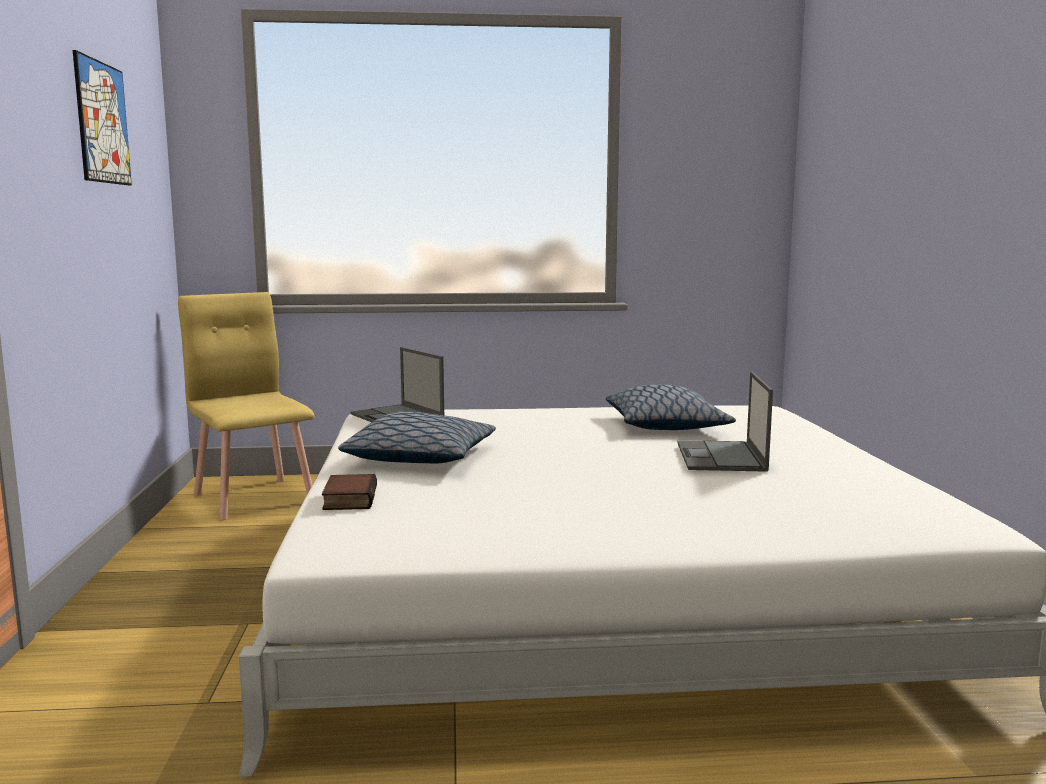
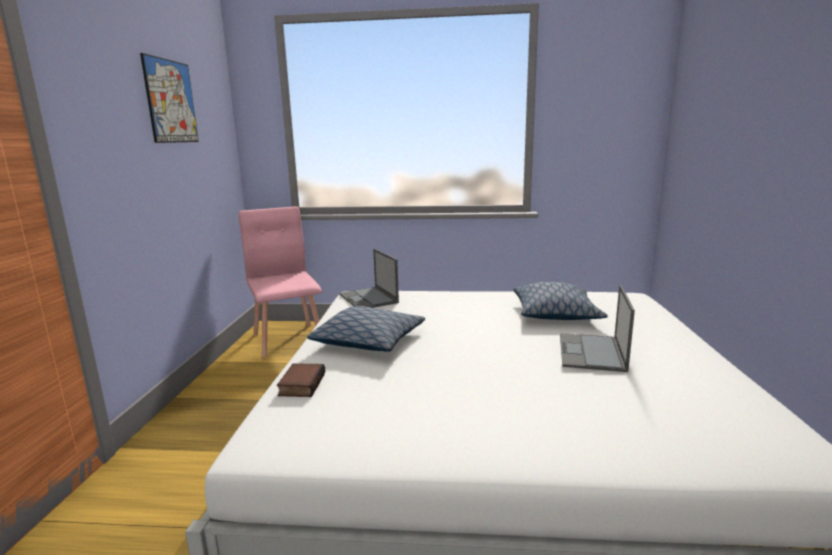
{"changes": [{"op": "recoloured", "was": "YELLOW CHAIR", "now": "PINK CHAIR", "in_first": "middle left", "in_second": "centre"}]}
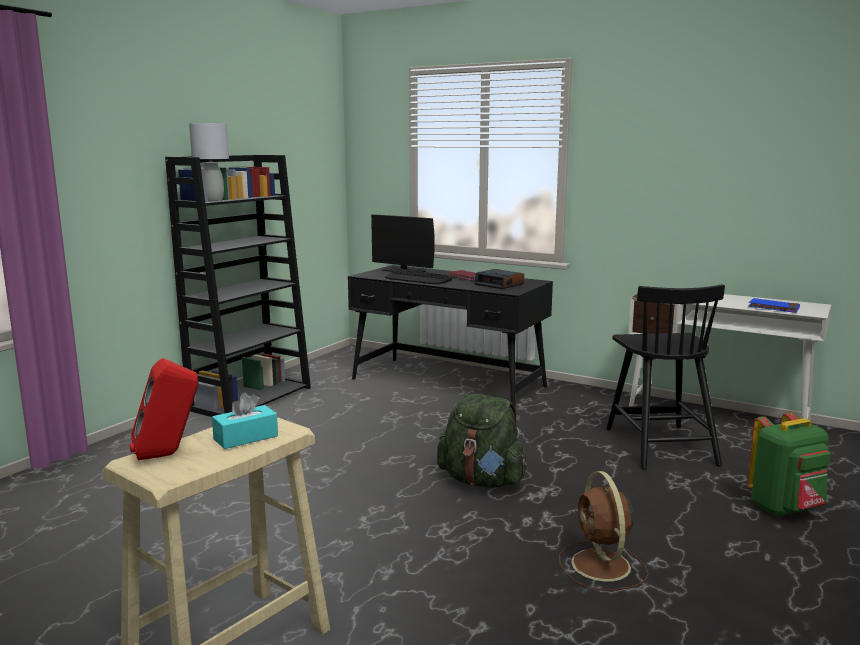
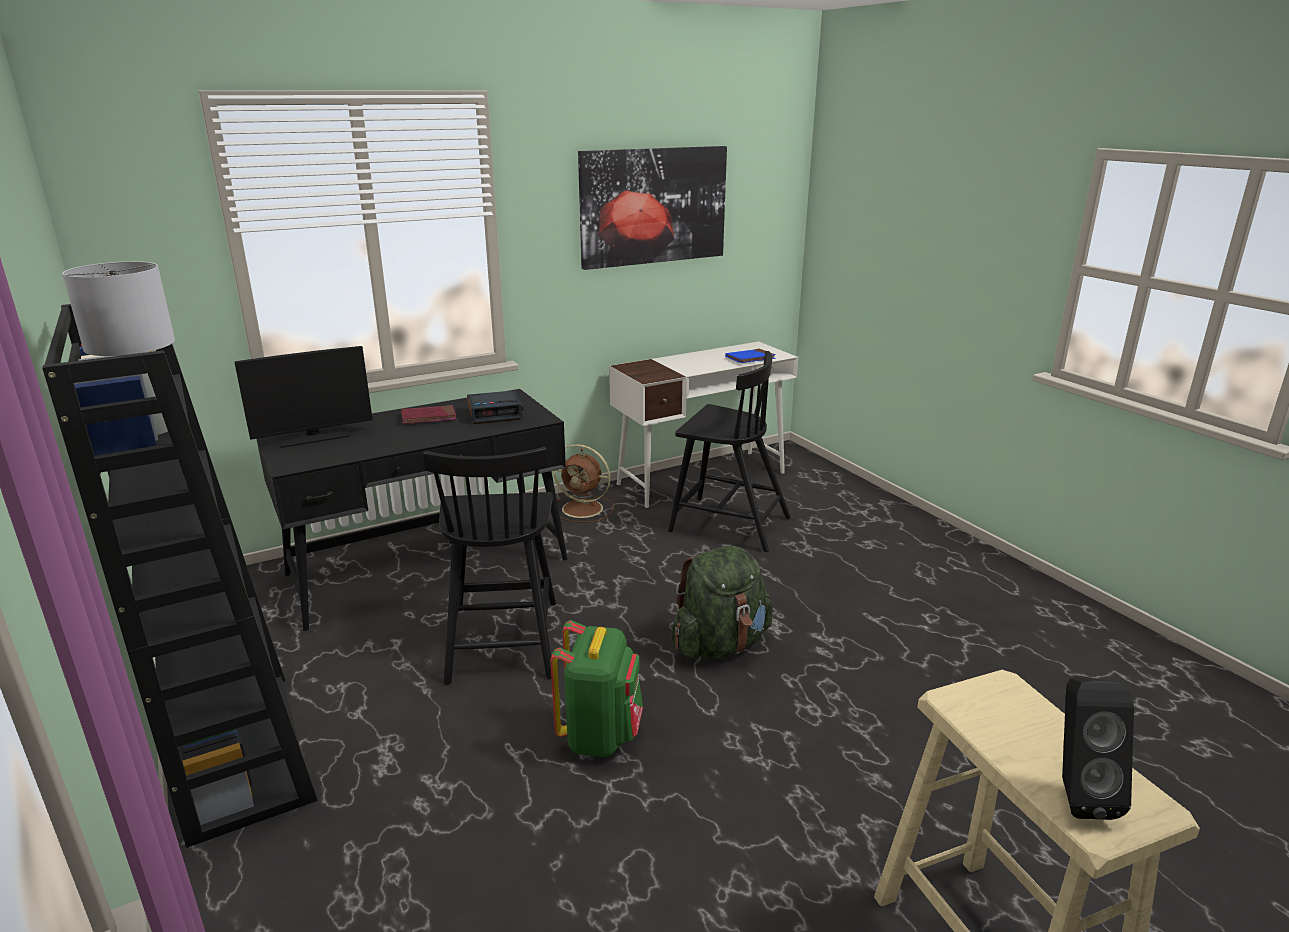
{"changes": [{"op": "removed", "was": "TURQUOISE TISSUE BOX", "in_first": "middle left"}, {"op": "removed", "was": "KEYBOARD", "in_first": "centre"}, {"op": "added", "now": "BLACK CHAIR (1st from left)", "in_second": "centre"}, {"op": "added", "now": "PICTURE", "in_second": "top centre"}, {"op": "moved", "was": "BROWN FAN", "in_first": "bottom right", "in_second": "centre"}, {"op": "moved", "was": "GREEN BACKPACK (2nd from left in the first image)", "now": "GREEN BACKPACK (1st from left)", "in_first": "bottom right", "in_second": "bottom centre"}, {"op": "recoloured", "was": "RED SPEAKER", "now": "BLACK SPEAKER", "in_first": "middle left", "in_second": "bottom right"}]}
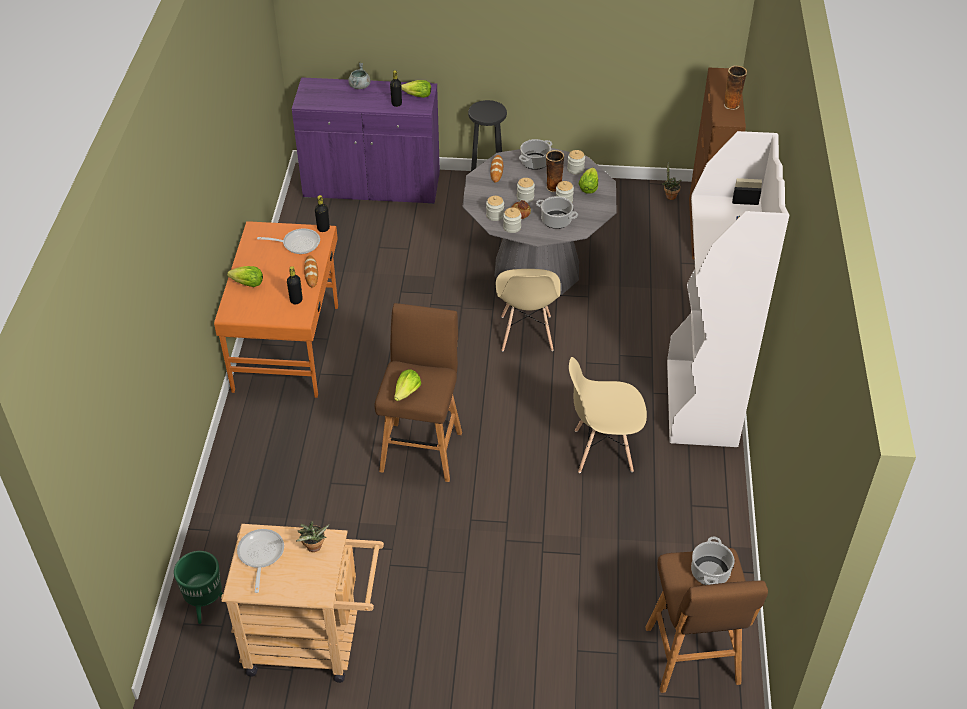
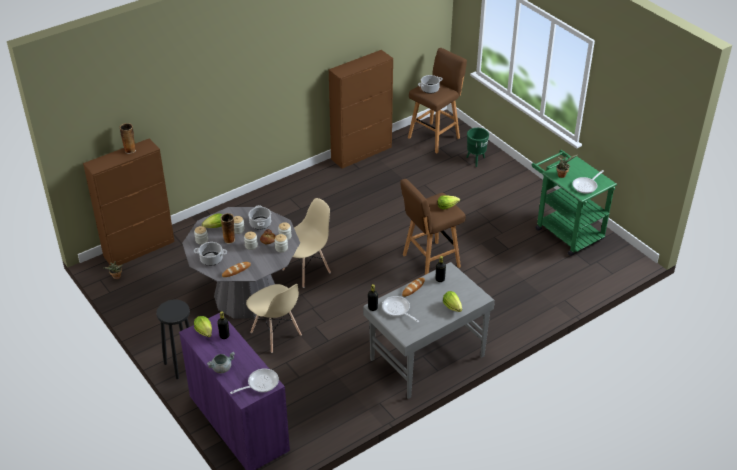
{"changes": [{"op": "removed", "was": "WHITE BOOKCASE", "in_first": "middle right"}, {"op": "added", "now": "FRYING PAN (1st from left)", "in_second": "bottom centre"}, {"op": "added", "now": "BROWN CABINET (2nd from left)", "in_second": "top centre"}, {"op": "moved", "was": "GREEN PLANTER", "in_first": "bottom left", "in_second": "top centre"}, {"op": "moved", "was": "BEIGE CHAIR (2nd from left in the first image)", "now": "BEIGE CHAIR (1st from left)", "in_first": "centre", "in_second": "bottom centre"}, {"op": "recoloured", "was": "ORANGE DESK", "now": "GREY DESK", "in_first": "middle left", "in_second": "bottom centre"}, {"op": "recoloured", "was": "BEIGE CART", "now": "GREEN CART", "in_first": "bottom left", "in_second": "middle right"}]}
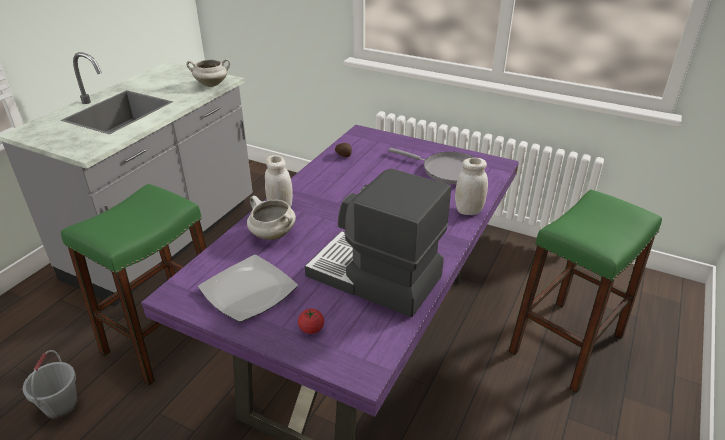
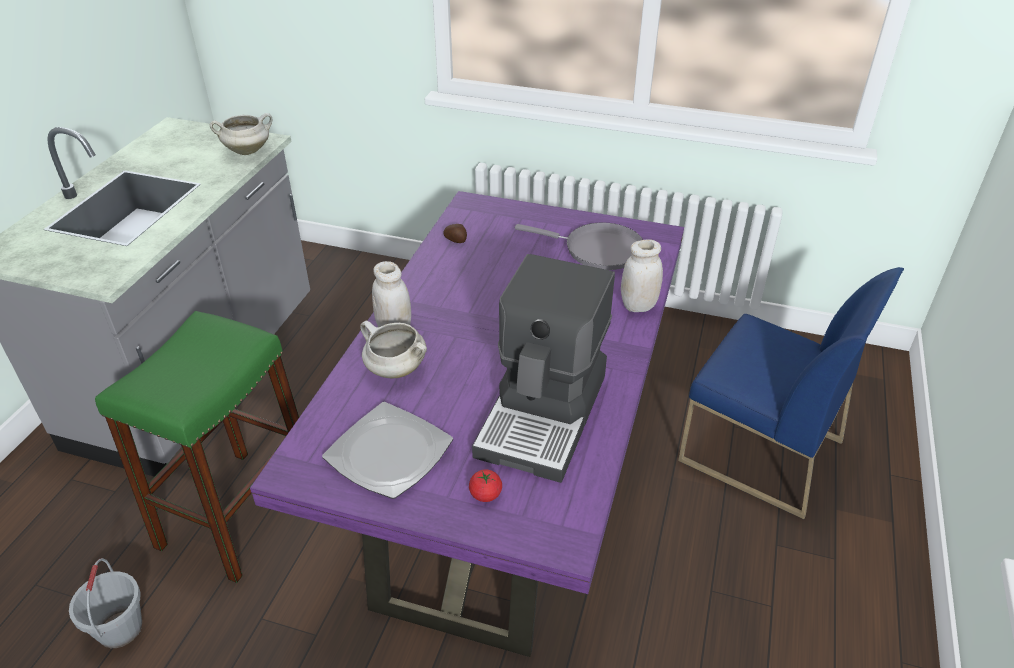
{"changes": [{"op": "replaced", "was": "GREEN STOOL (2nd from left)", "now": "BLUE CHAIR", "in_first": "middle right", "in_second": "middle right"}, {"op": "turned", "was": "COFFEE MACHINE", "in_first": "centre", "in_second": "centre", "clockwise": -90}]}
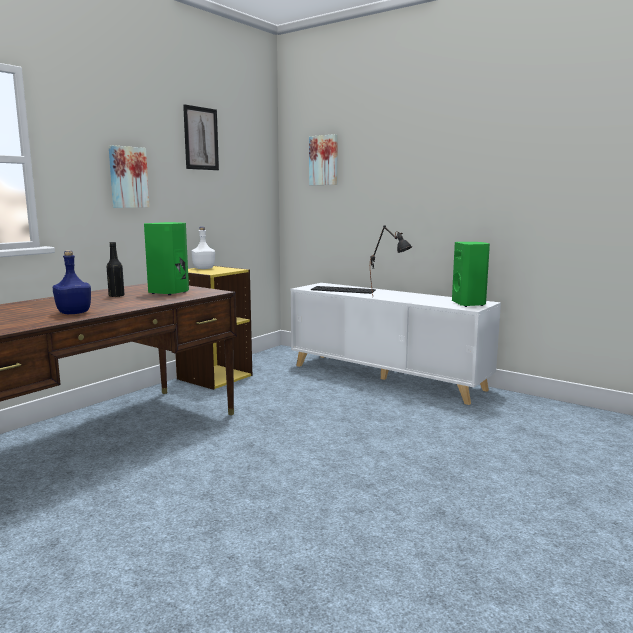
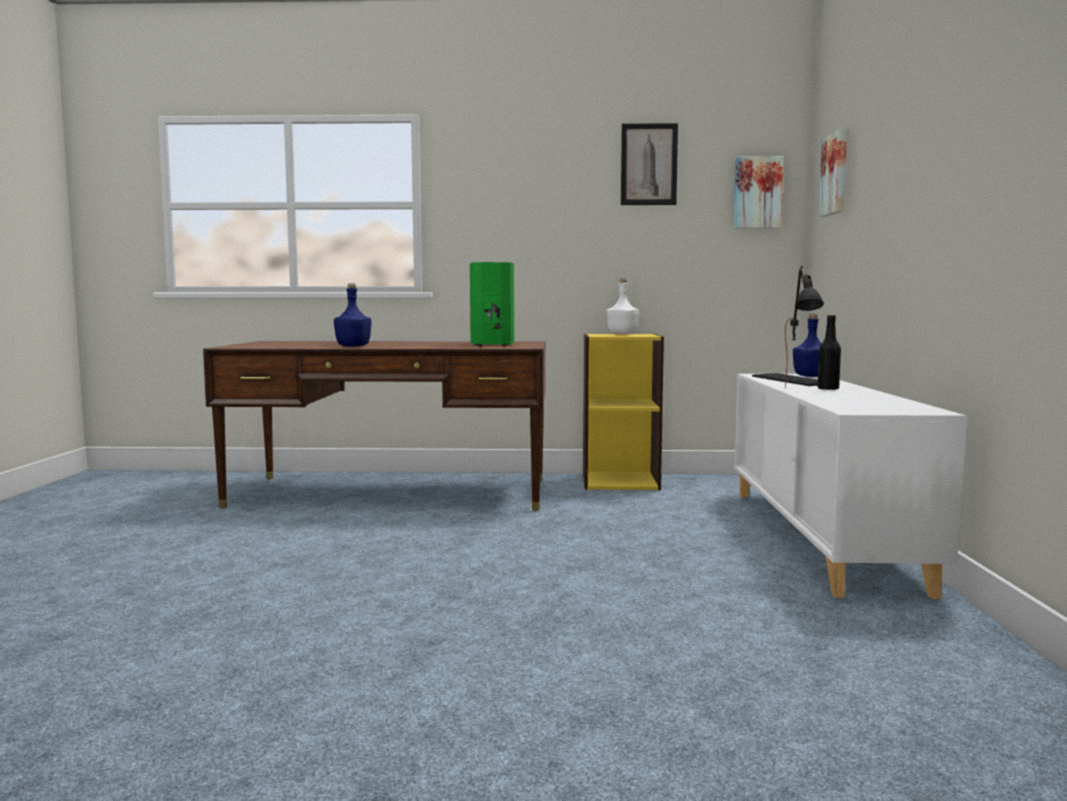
{"changes": [{"op": "removed", "was": "GREEN SPEAKER (2nd from left)", "in_first": "middle right"}, {"op": "added", "now": "BLUE BOTTLE (2nd from left)", "in_second": "middle right"}, {"op": "moved", "was": "BLACK BOTTLE", "in_first": "middle left", "in_second": "middle right"}, {"op": "moved", "was": "PICTURE (1st from left in the first image)", "now": "PICTURE (2nd from left)", "in_first": "top left", "in_second": "top right"}]}
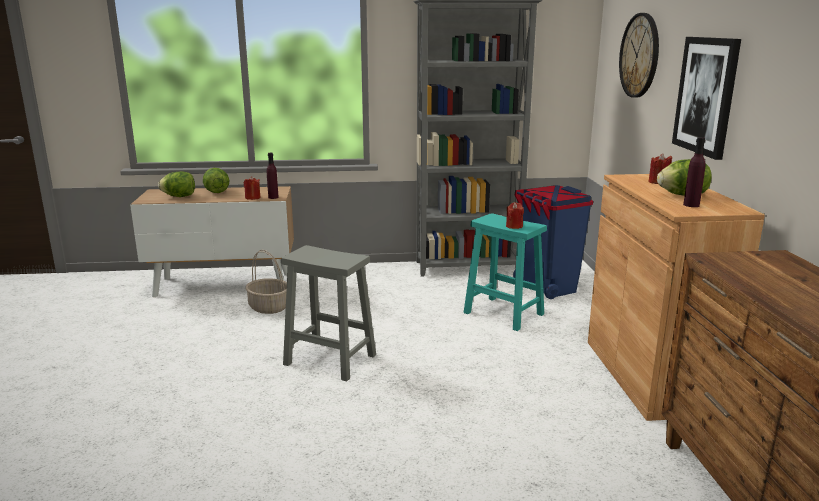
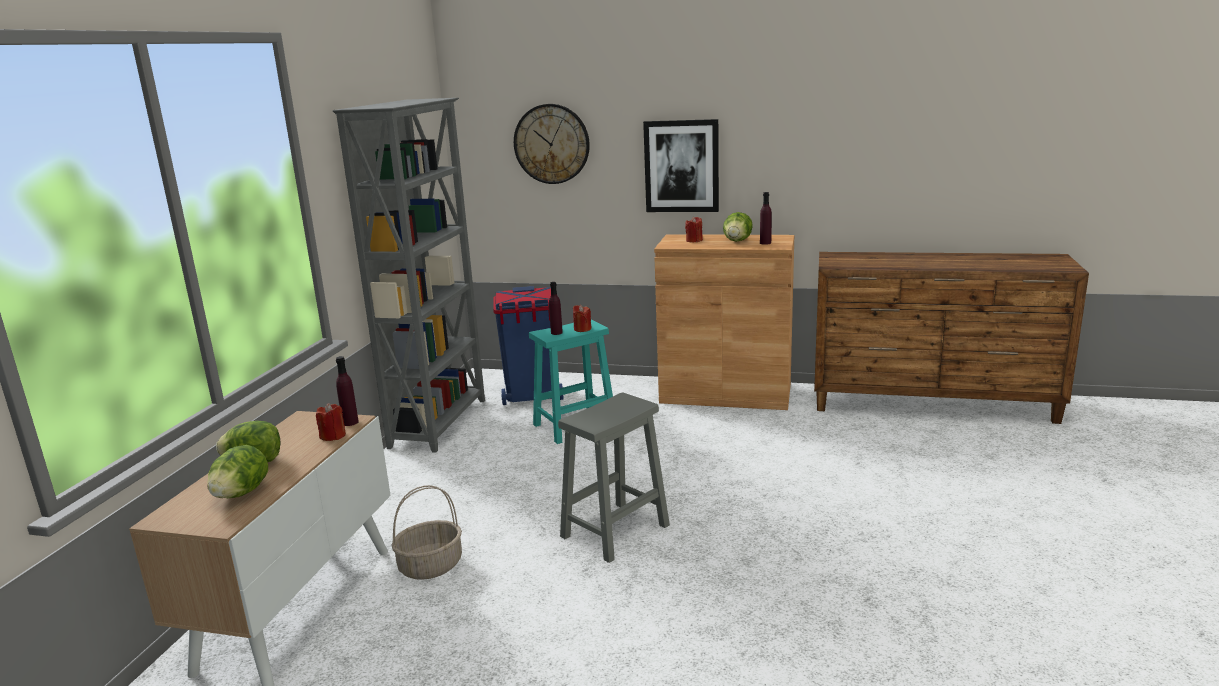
{"changes": [{"op": "added", "now": "PURPLE BOTTLE (2nd from left)", "in_second": "centre"}]}
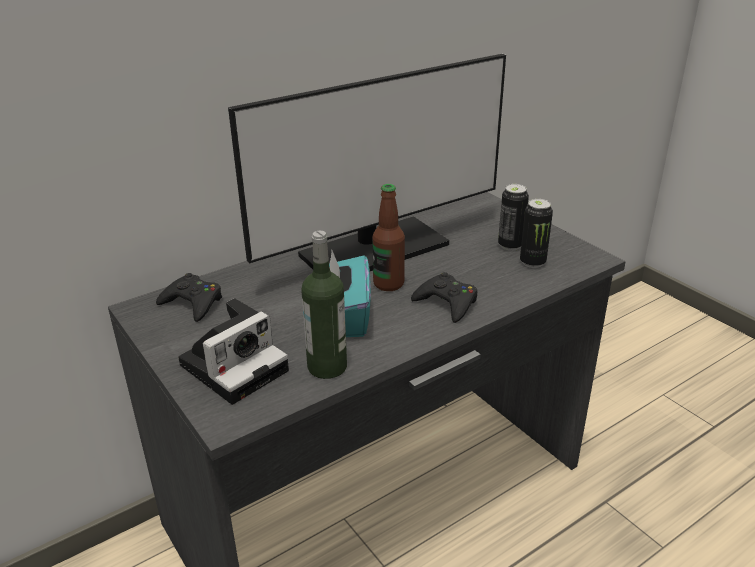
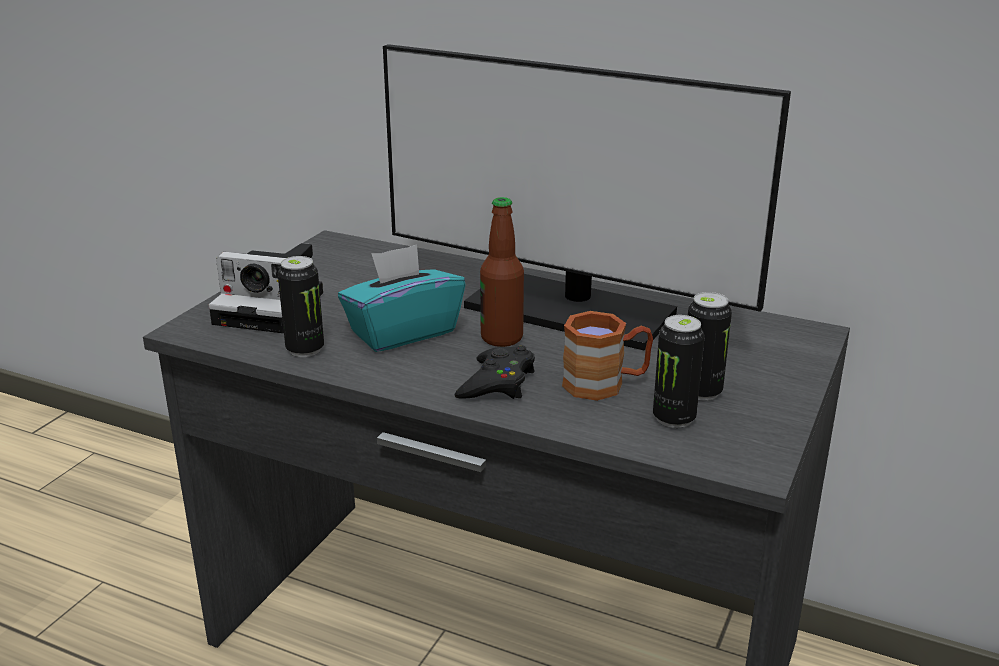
{"changes": [{"op": "removed", "was": "BLACK GAME CONTROLLER (1st from left)", "in_first": "middle left"}, {"op": "added", "now": "BROWN MUG", "in_second": "centre"}, {"op": "replaced", "was": "BOTTLE (1st from left)", "now": "CAN (1st from left)", "in_first": "centre", "in_second": "middle left"}]}
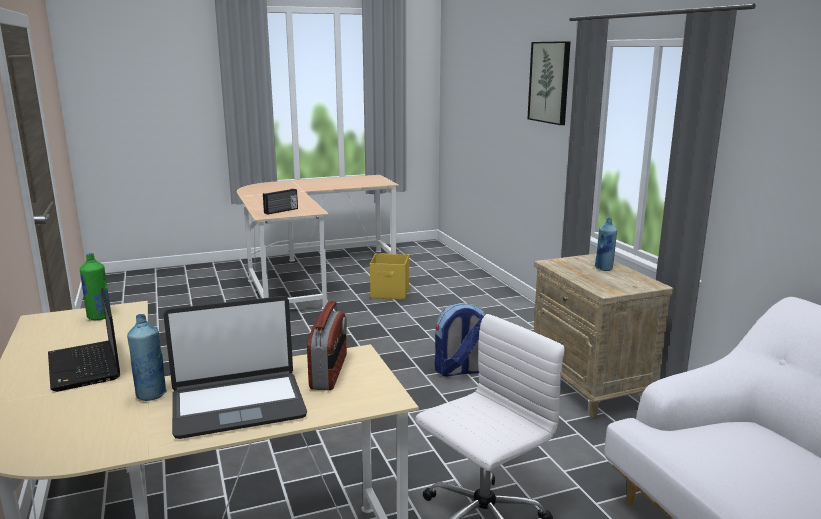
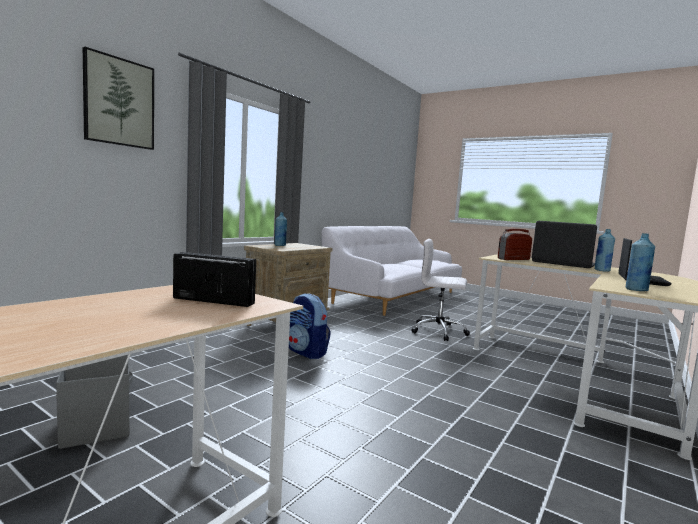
{"changes": [{"op": "recoloured", "was": "GREEN BOTTLE", "now": "BLUE BOTTLE (3rd from left)", "in_first": "middle left", "in_second": "middle right"}, {"op": "recoloured", "was": "YELLOW STORAGE BOX", "now": "GREY STORAGE BOX", "in_first": "centre", "in_second": "bottom left"}]}
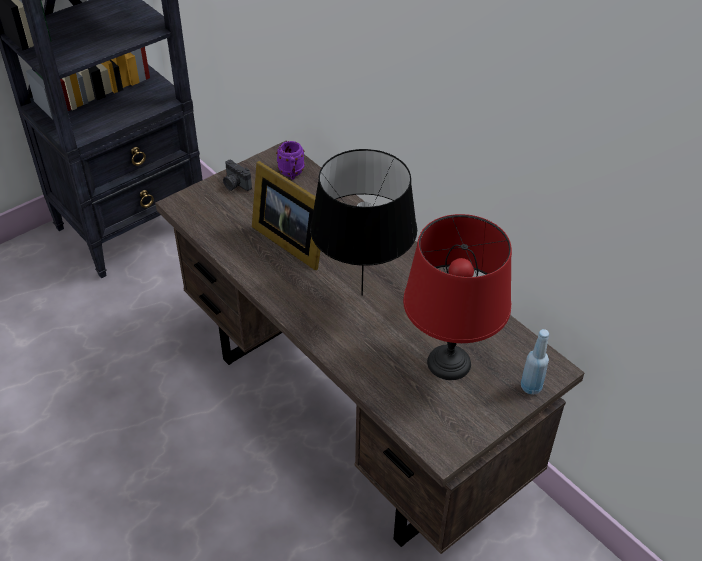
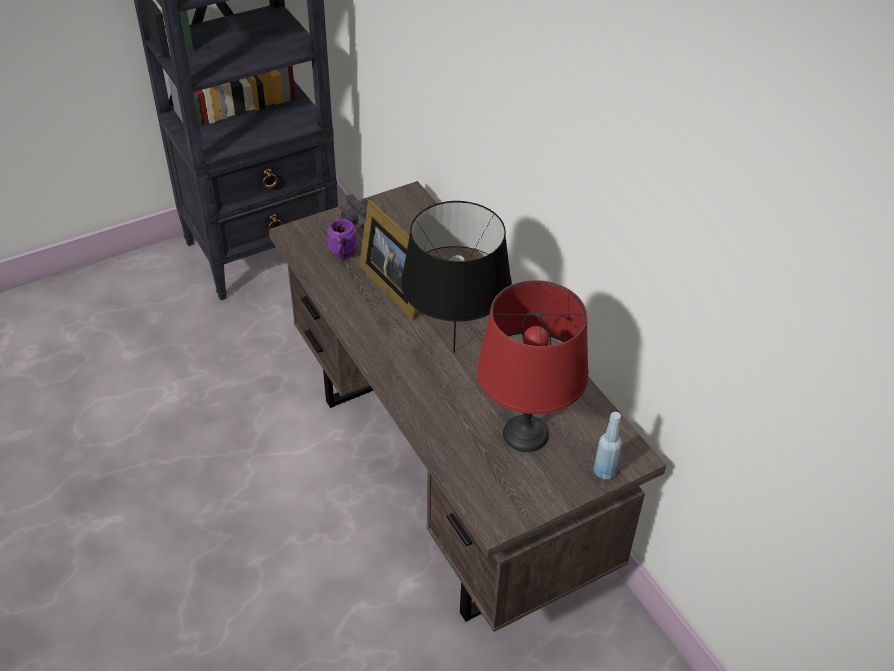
{"changes": [{"op": "moved", "was": "PURPLE MUG", "in_first": "top centre", "in_second": "centre"}]}
